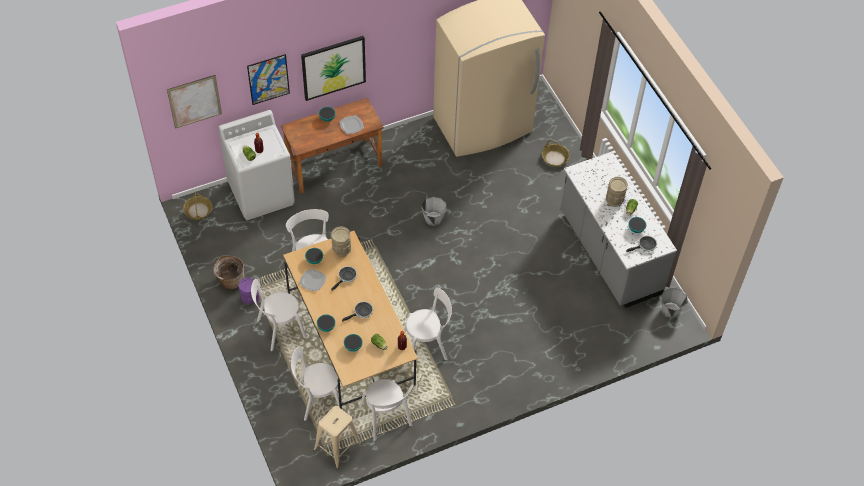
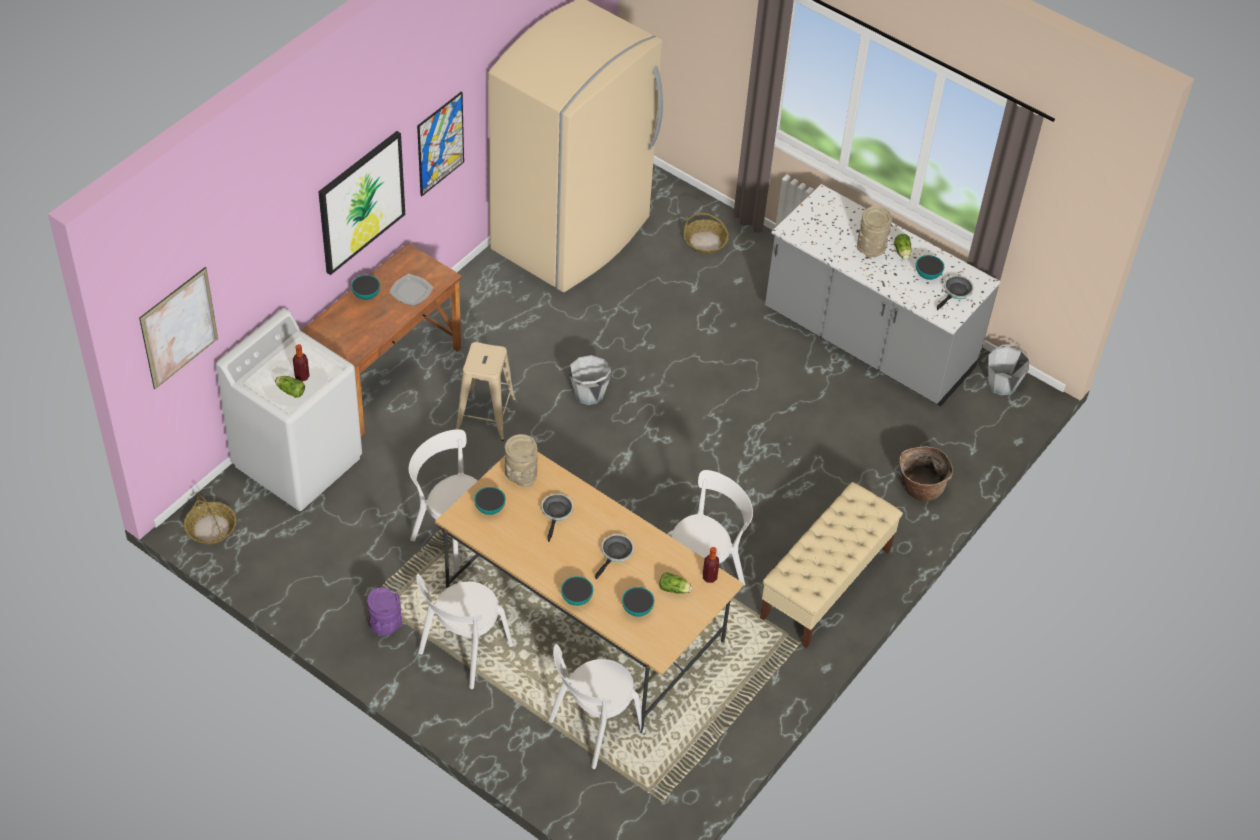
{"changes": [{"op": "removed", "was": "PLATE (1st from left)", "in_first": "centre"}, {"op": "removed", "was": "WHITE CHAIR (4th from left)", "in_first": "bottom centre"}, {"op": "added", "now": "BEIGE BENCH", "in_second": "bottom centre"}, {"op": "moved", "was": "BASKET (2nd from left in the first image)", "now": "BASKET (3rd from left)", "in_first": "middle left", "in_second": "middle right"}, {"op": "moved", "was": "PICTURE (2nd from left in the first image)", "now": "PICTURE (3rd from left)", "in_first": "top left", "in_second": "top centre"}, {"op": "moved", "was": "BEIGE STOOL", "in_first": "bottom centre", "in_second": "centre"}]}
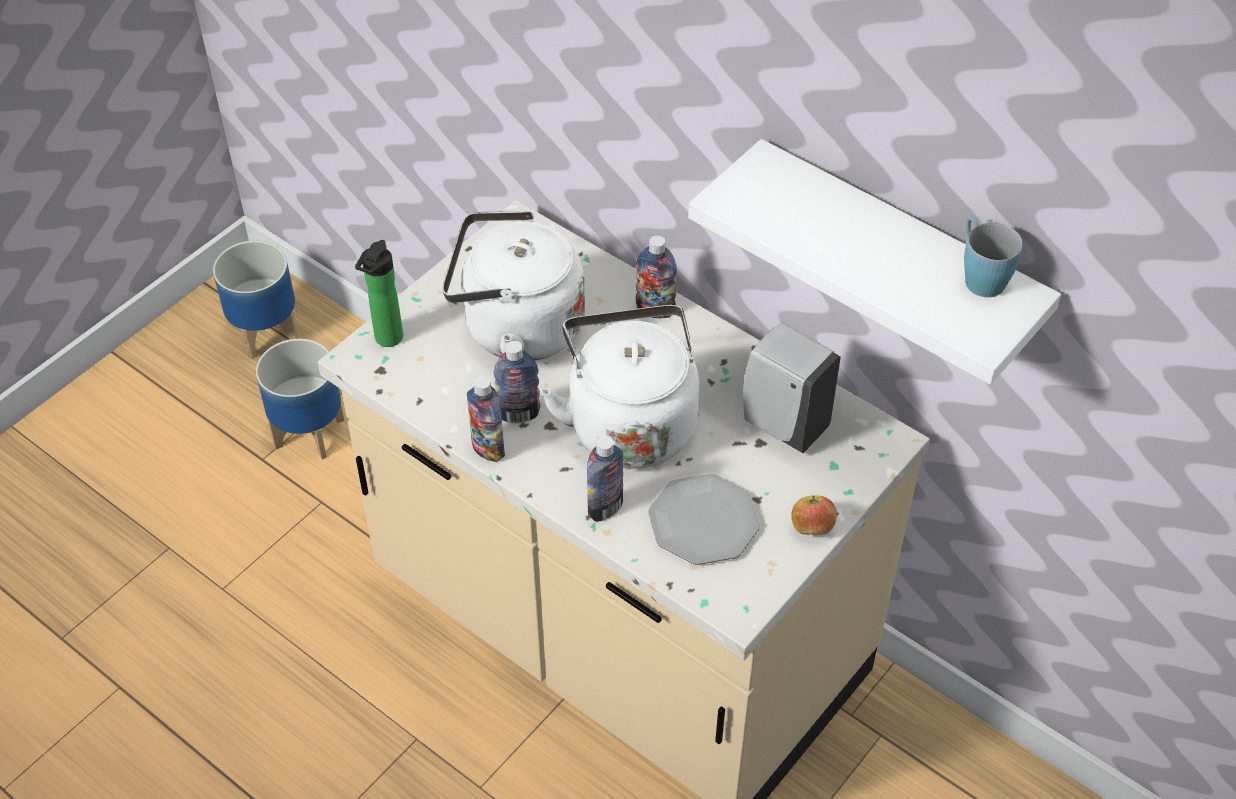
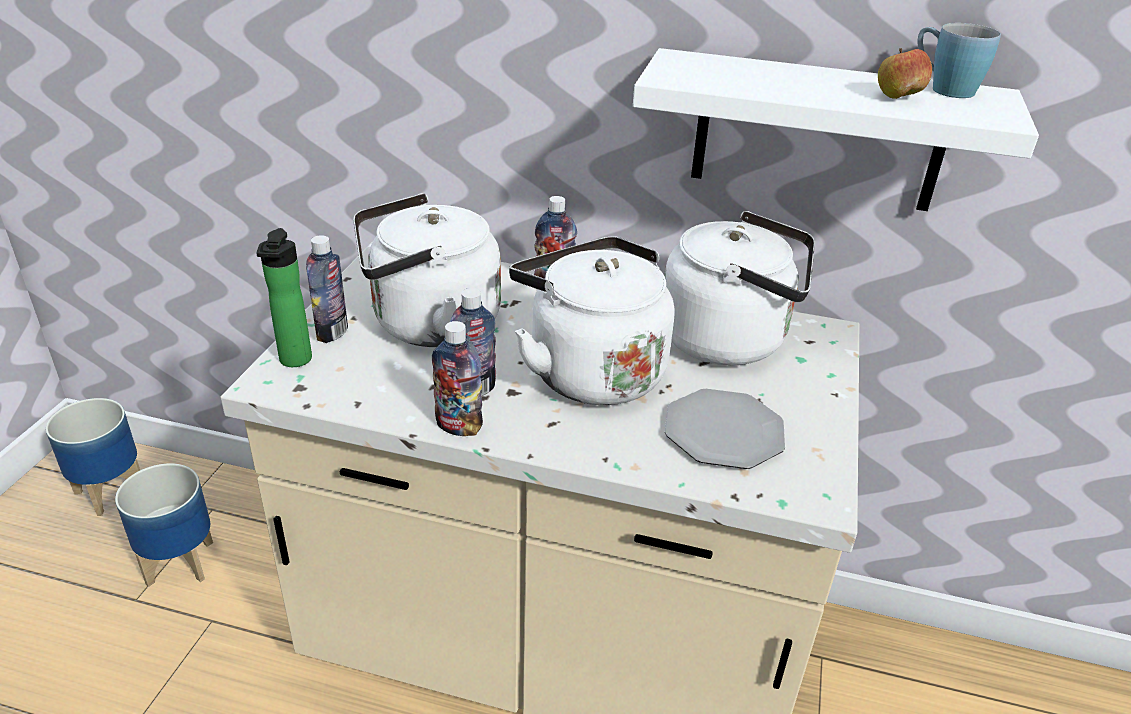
{"changes": [{"op": "moved", "was": "BOTTLE (4th from left in the first image)", "now": "BOTTLE (2nd from left)", "in_first": "centre", "in_second": "middle left"}, {"op": "moved", "was": "APPLE", "in_first": "centre", "in_second": "top right"}, {"op": "replaced", "was": "WHITE SOAP DISPENSER", "now": "WHITE KETTLE (3rd from left)", "in_first": "centre", "in_second": "centre"}]}
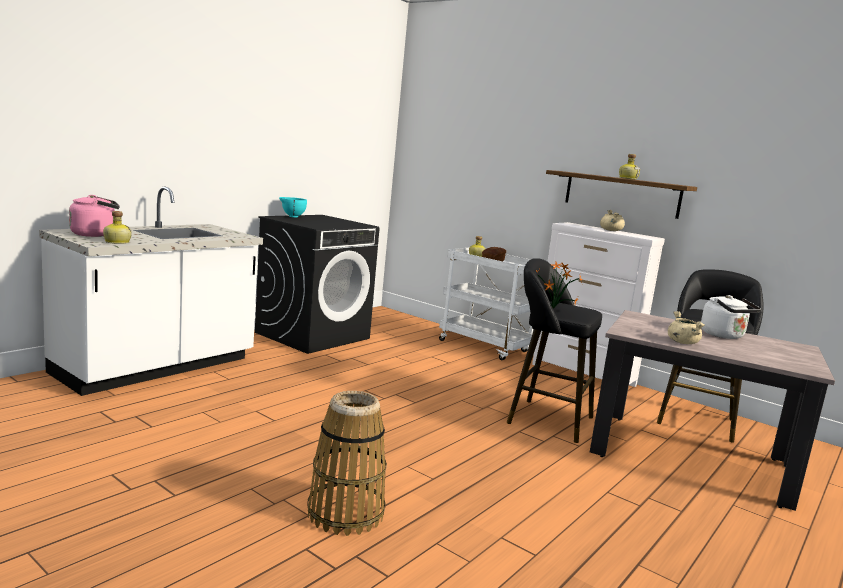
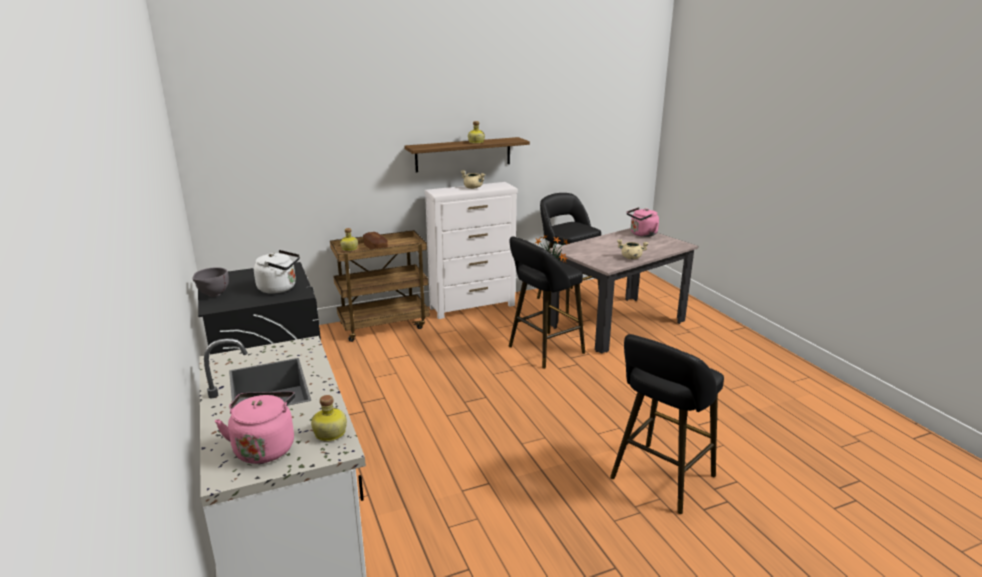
{"changes": [{"op": "added", "now": "PINK KETTLE (2nd from left)", "in_second": "centre"}, {"op": "moved", "was": "WHITE KETTLE", "in_first": "middle right", "in_second": "middle left"}, {"op": "replaced", "was": "BASKET", "now": "BLACK STOOL (3rd from left)", "in_first": "bottom centre", "in_second": "bottom right"}, {"op": "recoloured", "was": "TURQUOISE BOWL", "now": "GREY BOWL", "in_first": "centre", "in_second": "middle left"}, {"op": "recoloured", "was": "WHITE CART", "now": "BROWN CART", "in_first": "centre", "in_second": "centre"}]}
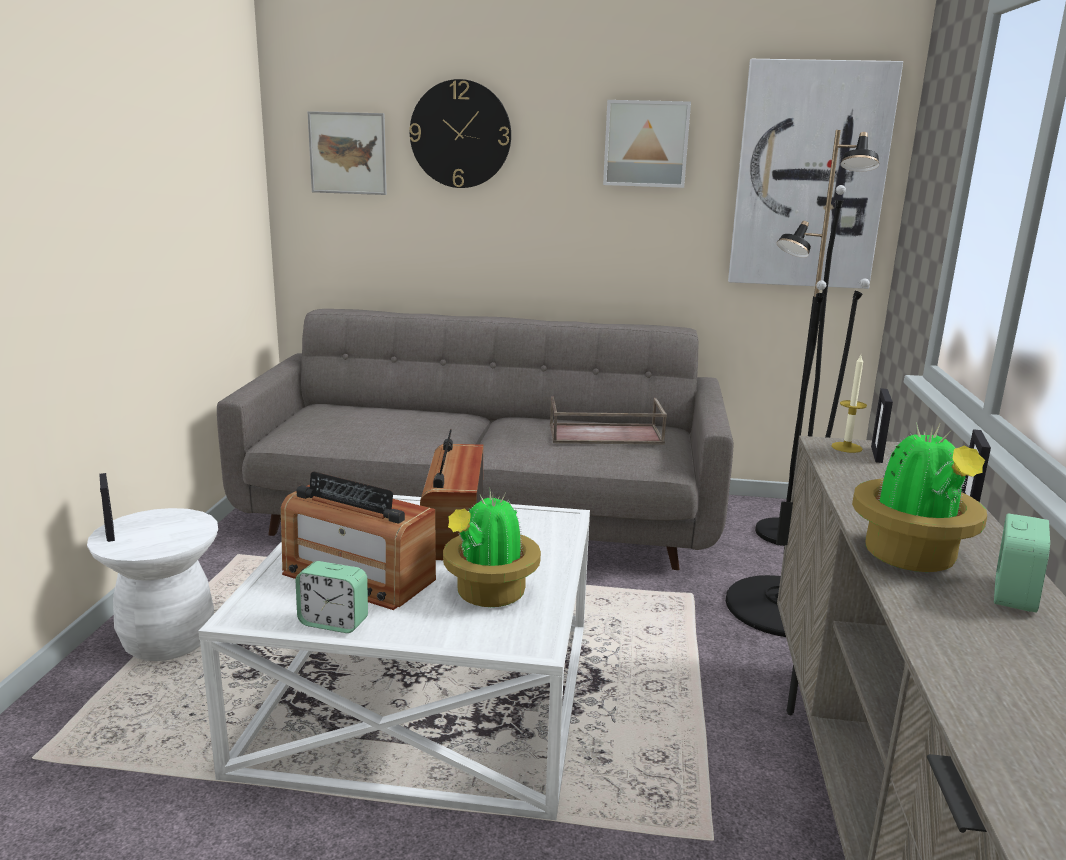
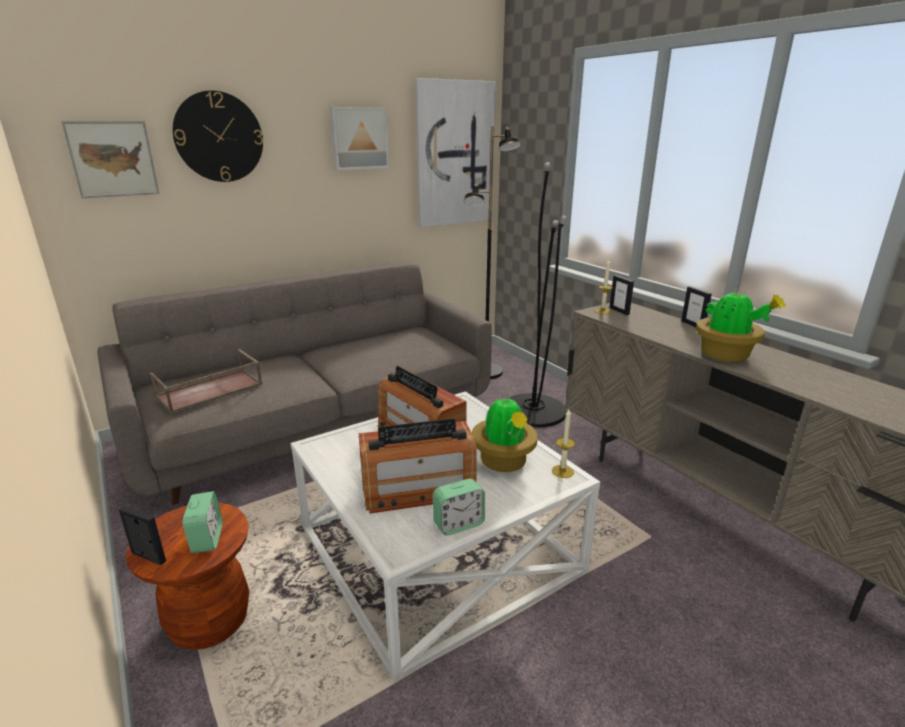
{"changes": [{"op": "added", "now": "CANDLE (1st from left)", "in_second": "centre"}, {"op": "moved", "was": "BROWN TRAY", "in_first": "centre", "in_second": "middle left"}, {"op": "moved", "was": "ALARM CLOCK (2nd from left in the first image)", "now": "ALARM CLOCK (1st from left)", "in_first": "middle right", "in_second": "bottom left"}, {"op": "recoloured", "was": "WHITE STOOL", "now": "BROWN STOOL", "in_first": "bottom left", "in_second": "bottom left"}]}
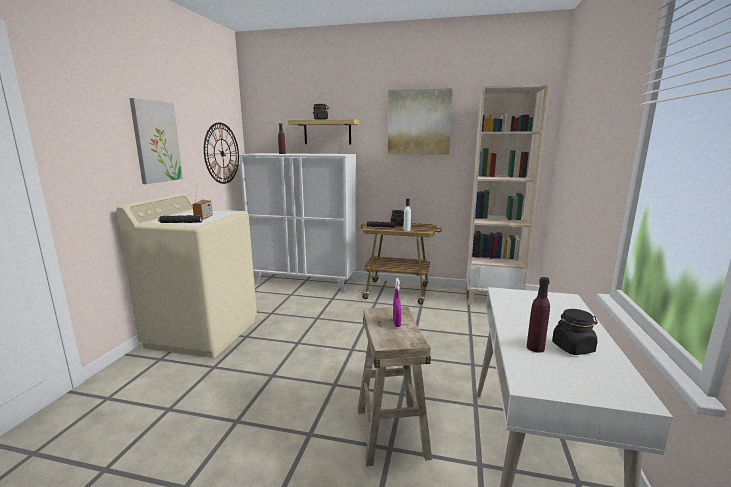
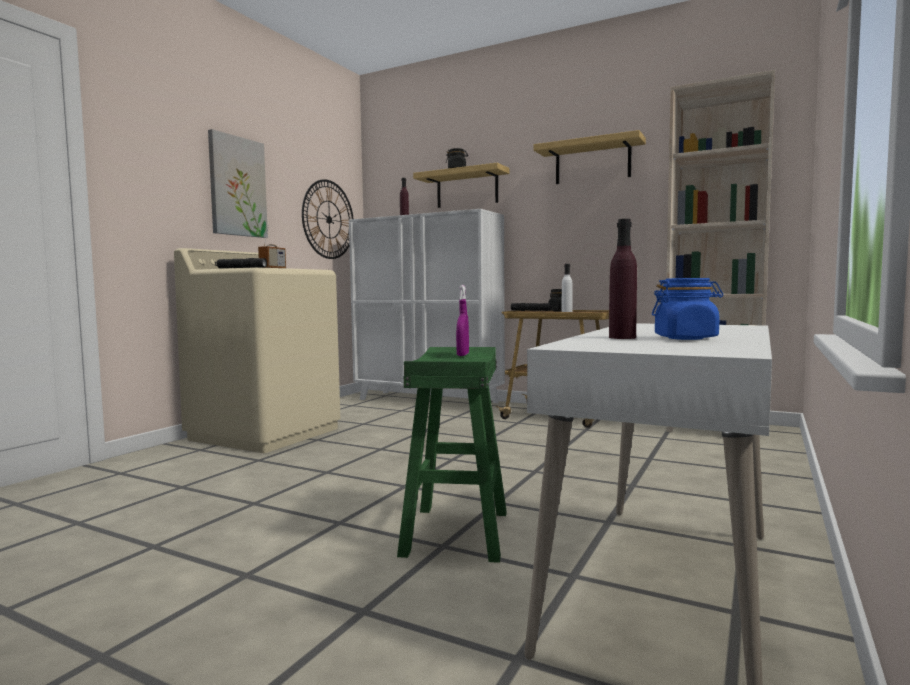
{"changes": [{"op": "replaced", "was": "PICTURE (2nd from left)", "now": "SHELF (2nd from left)", "in_first": "top centre", "in_second": "top centre"}, {"op": "recoloured", "was": "BEIGE STOOL", "now": "GREEN STOOL", "in_first": "bottom centre", "in_second": "centre"}, {"op": "recoloured", "was": "BLACK JAR (3rd from left)", "now": "BLUE JAR", "in_first": "bottom right", "in_second": "middle right"}]}
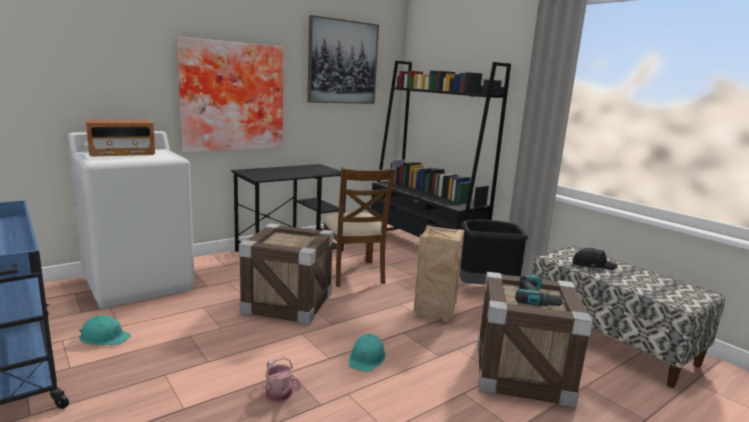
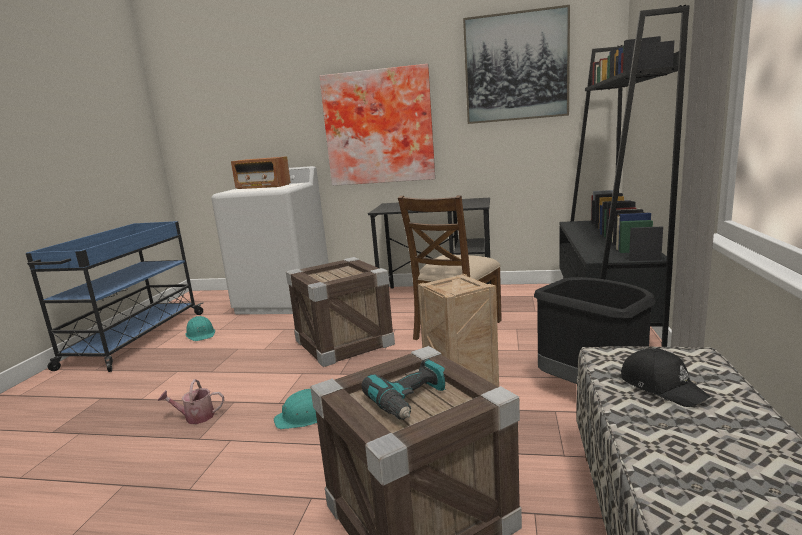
{"changes": [{"op": "turned", "was": "WATERING CAN", "in_first": "bottom centre", "in_second": "bottom left", "clockwise": 75}]}
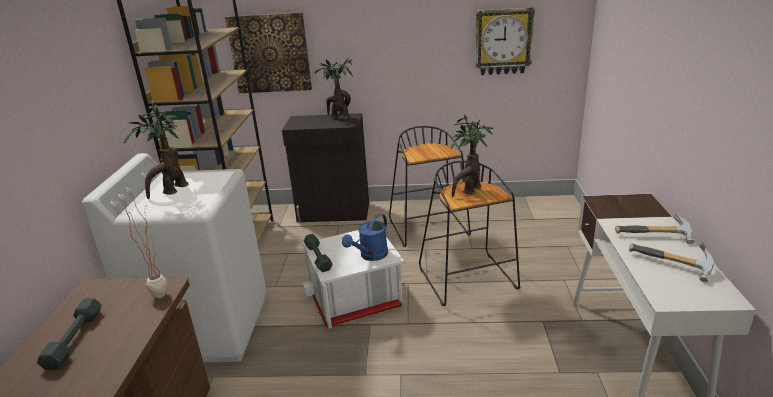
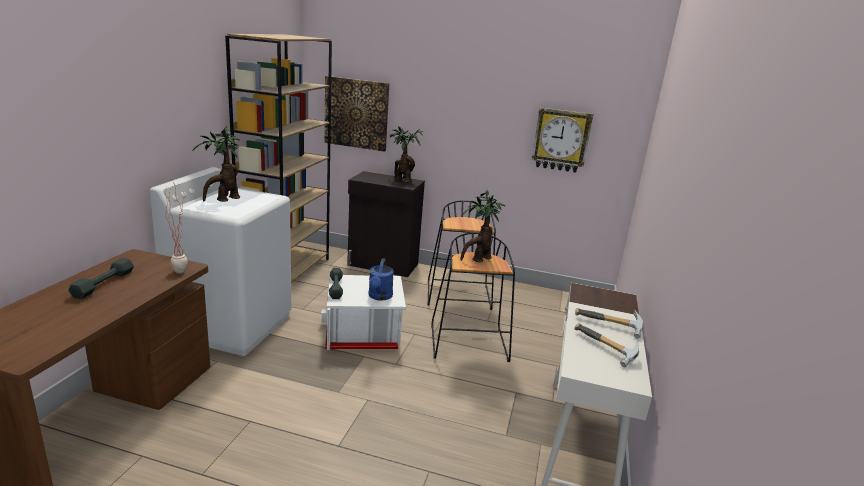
{"changes": [{"op": "turned", "was": "BLUE WATERING CAN", "in_first": "centre", "in_second": "centre", "clockwise": -45}]}
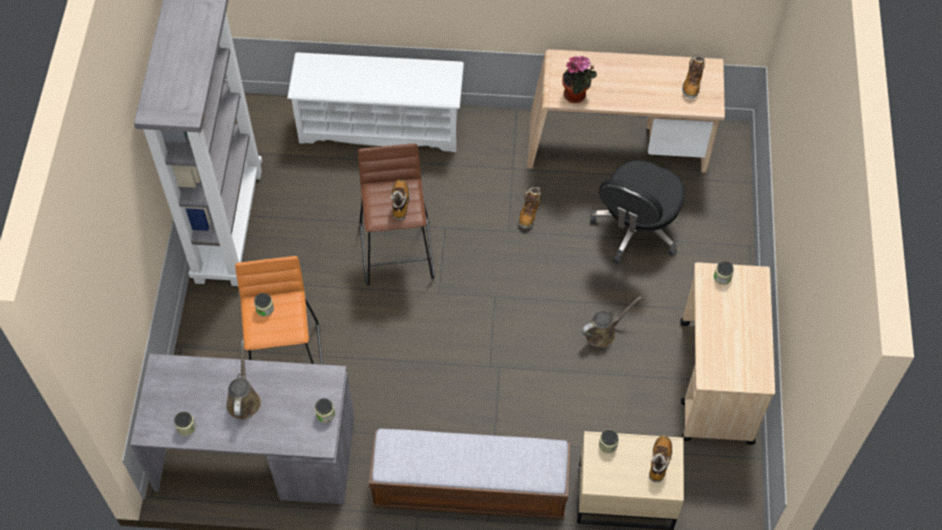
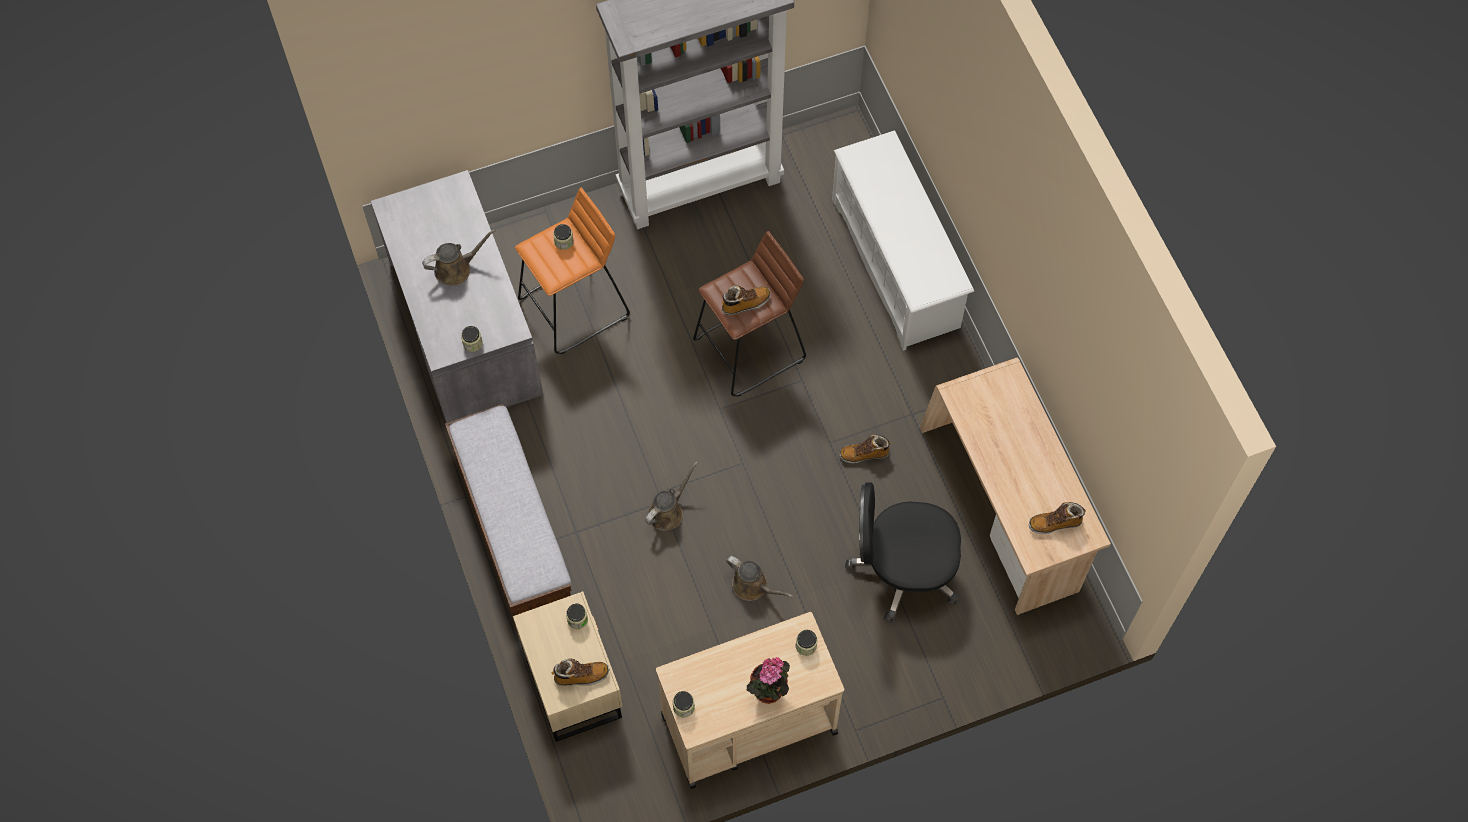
{"changes": [{"op": "added", "now": "BROWN WATERING CAN (2nd from left)", "in_second": "centre"}, {"op": "moved", "was": "JAR (1st from left in the first image)", "now": "JAR (4th from left)", "in_first": "bottom left", "in_second": "bottom centre"}, {"op": "moved", "was": "POTTED PLANT", "in_first": "top centre", "in_second": "bottom centre"}]}
